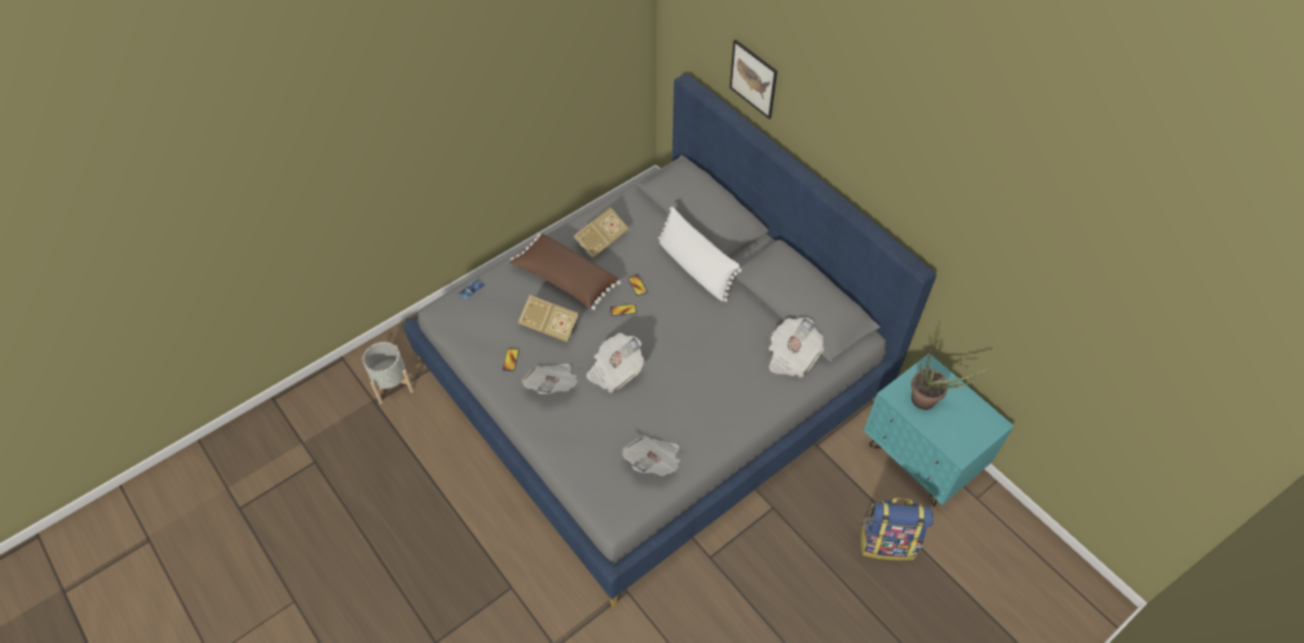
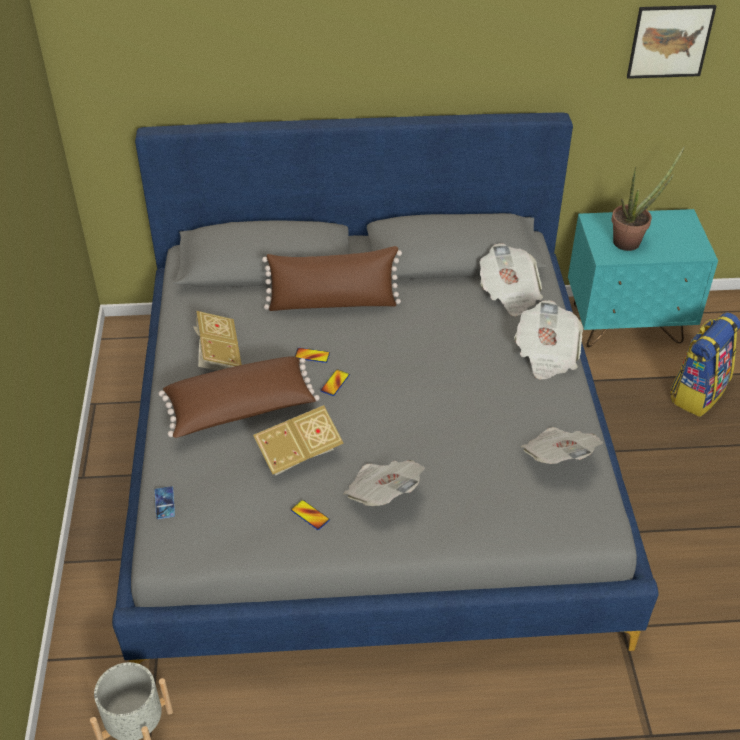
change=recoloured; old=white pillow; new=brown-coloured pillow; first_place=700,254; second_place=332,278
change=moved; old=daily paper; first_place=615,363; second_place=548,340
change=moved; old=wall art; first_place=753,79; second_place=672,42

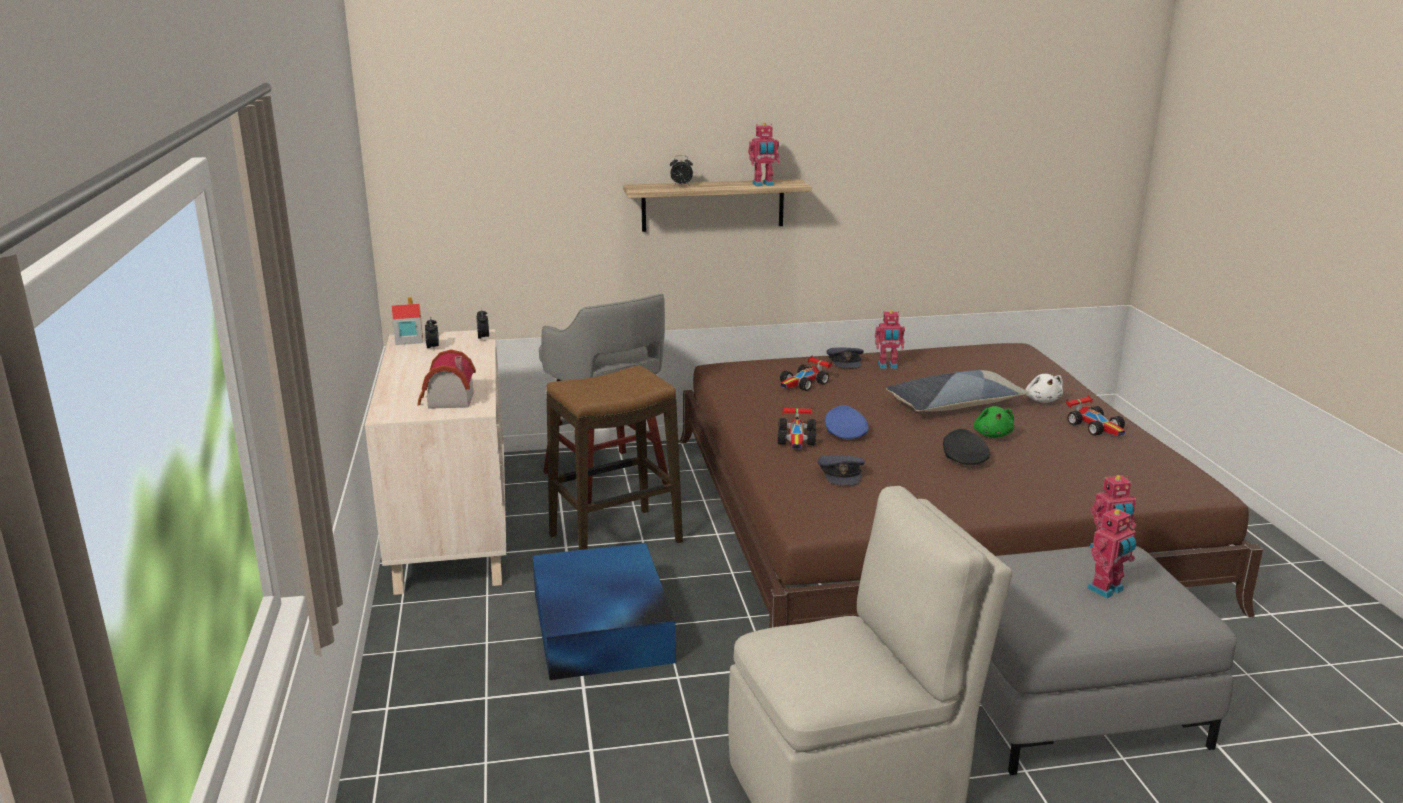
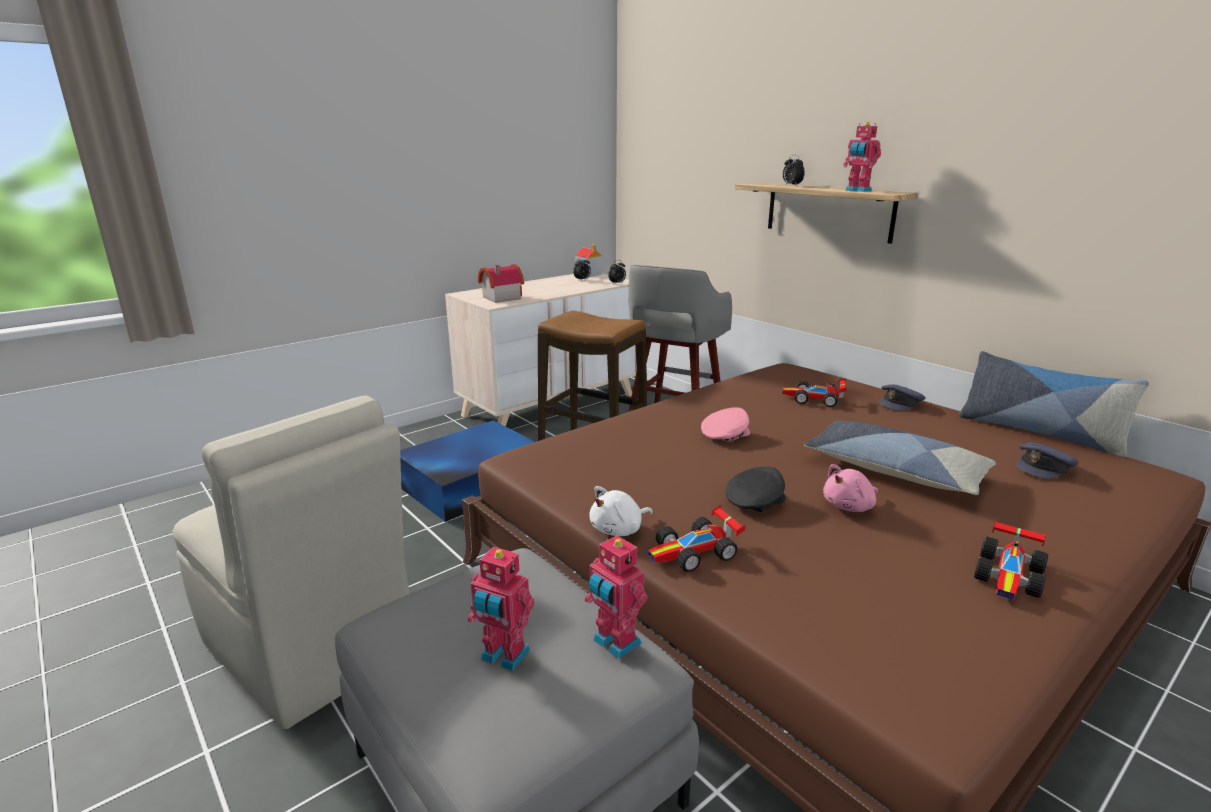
change=moved; old=white cuddly toy; first_place=1044,388; second_place=621,511
change=moved; old=miniature car; first_place=797,427; second_place=696,538
change=recoloured; old=blue cap; new=pink cap; first_place=847,422; second_place=725,424
change=recoloured; old=green-coloured cuddly toy; new=pink cuddly toy; first_place=994,422; second_place=850,488
change=added; new=pillow; second_place=1054,404
change=moved; old=grey cap; first_place=841,470; second_place=1047,460
change=removed; old=toy robot; first_place=890,339

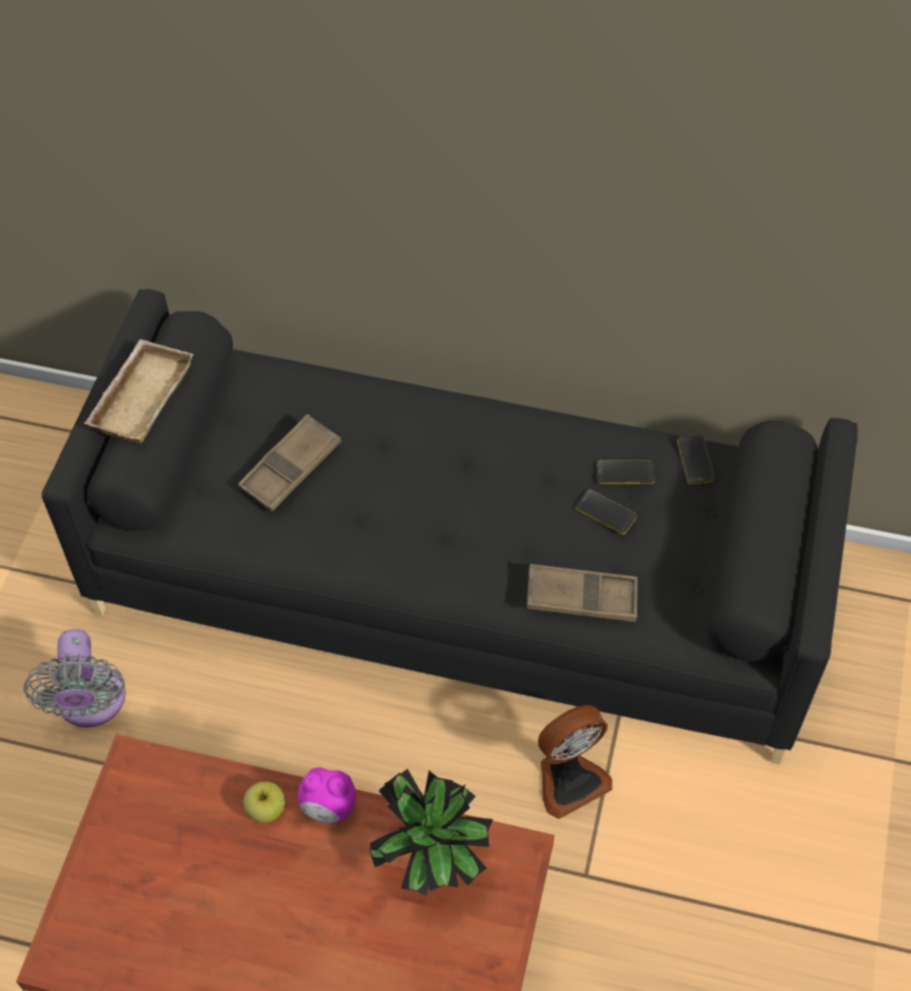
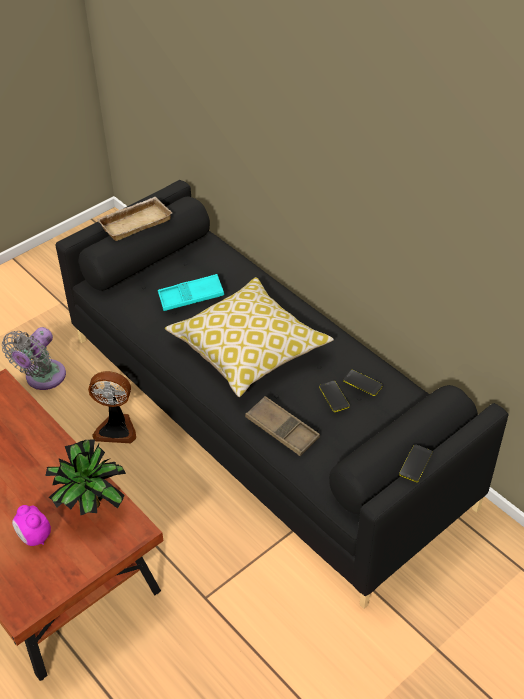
change=moved; old=alarm clock; first_place=327,795; second_place=31,525
change=moved; old=electric fan; first_place=575,762; second_place=112,407
change=recoloured; old=brown-coloured serving tray; new=turquoise-coloured serving tray; first_place=289,463; second_place=191,292
change=added; new=pillow; second_place=249,337
change=moved; old=telephone; first_place=696,460; second_place=416,463
change=removed; old=apple fruit; first_place=264,802

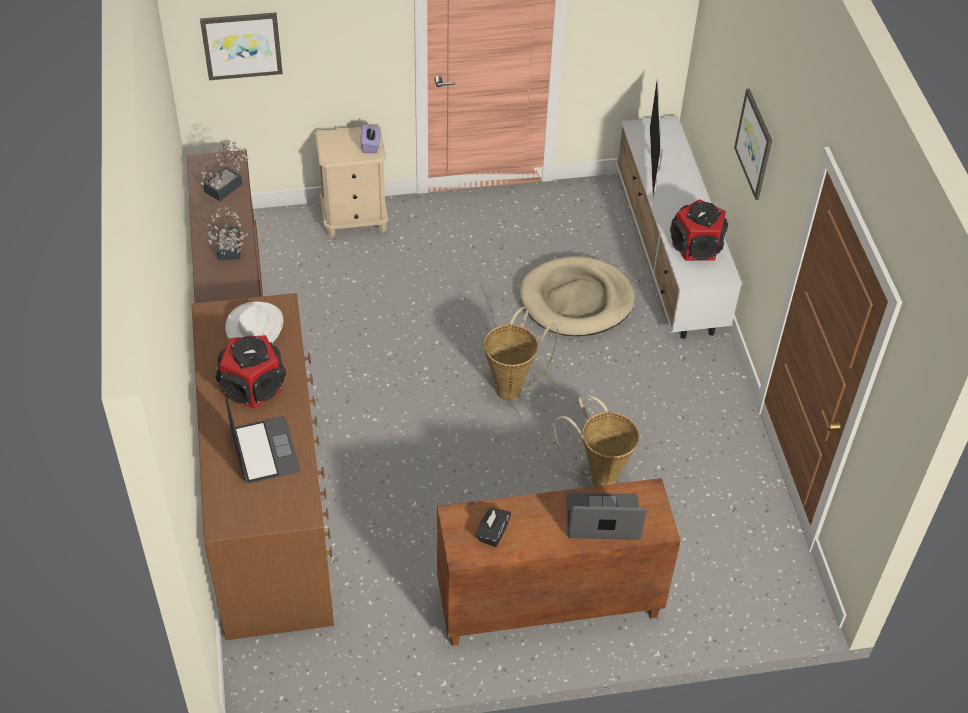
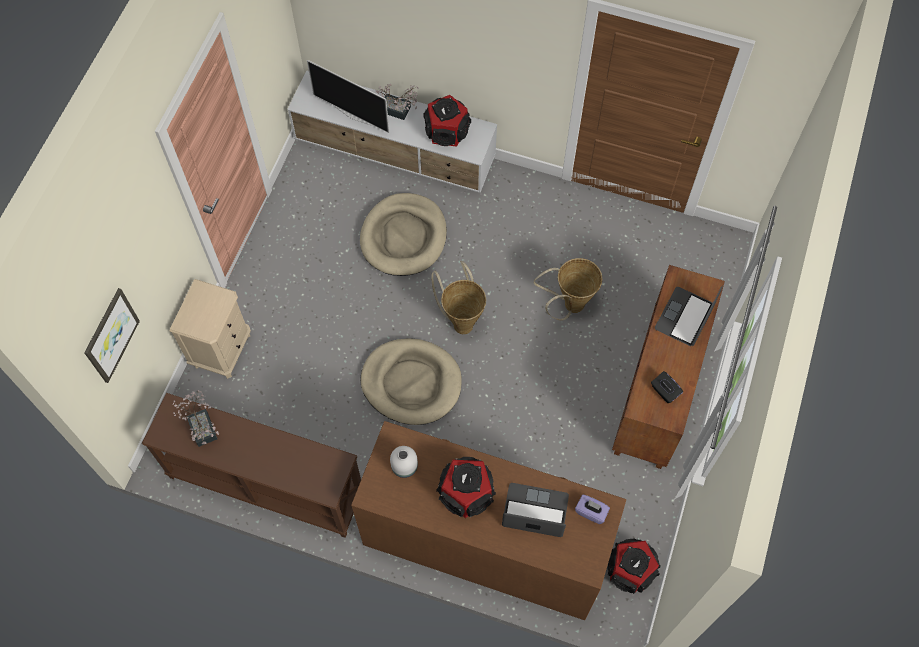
change=added; new=beige dog cushion; second_place=411,381
change=moved; old=houseplant; first_place=227,233; second_place=397,102
change=replaced; old=white clothing hat; new=white decorative vase; first_place=254,322; second_place=404,462
change=moved; old=purple tissue box; first_place=370,138; second_place=592,509
change=added; new=audio speaker; second_place=634,566
change=removed; old=wall art; first_place=753,144

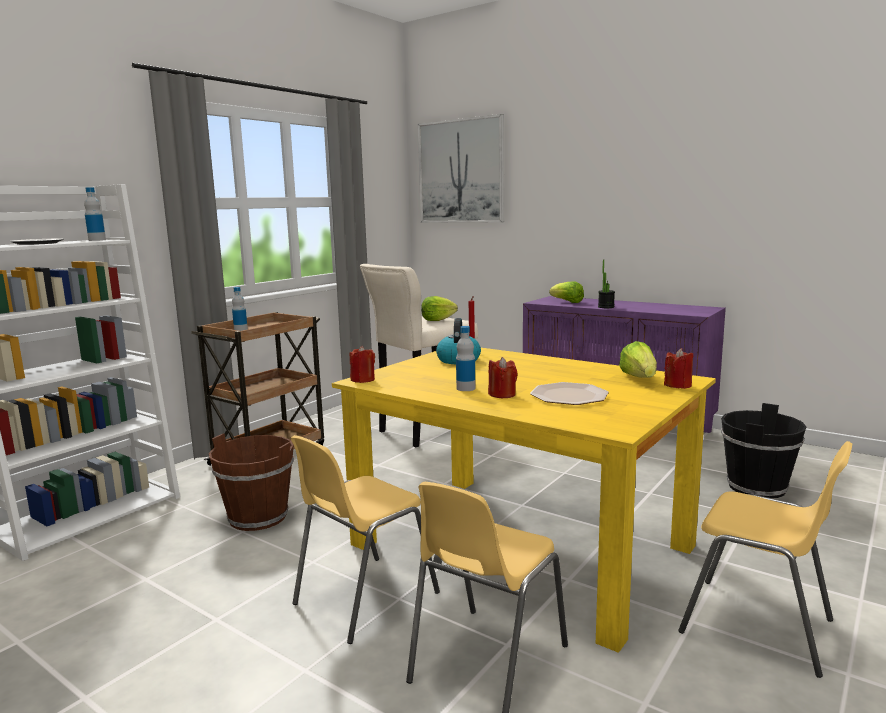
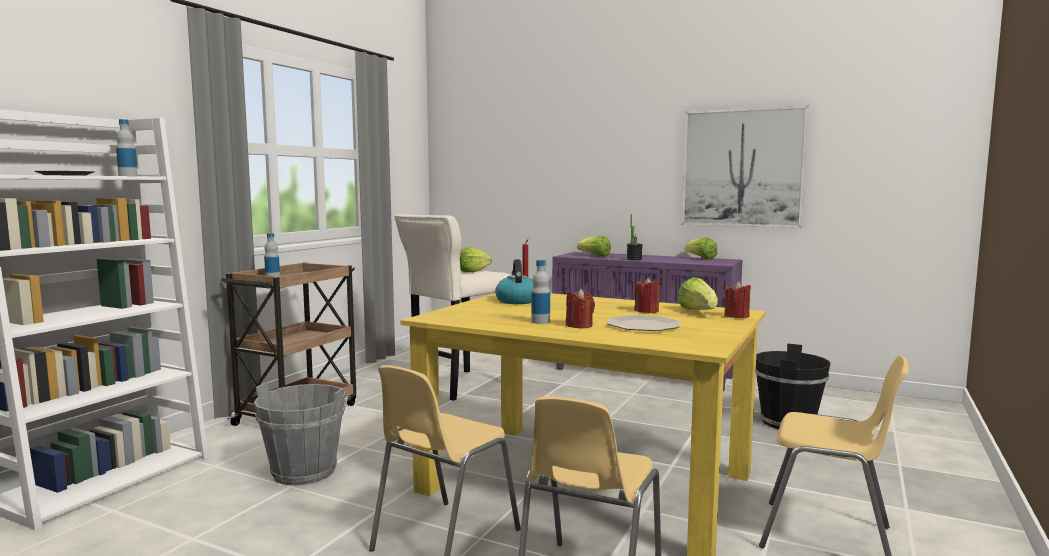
change=recoloured; old=brown-coloured water bucket; new=grey water bucket; first_place=251,482; second_place=300,434
change=moved; old=red wax candle; first_place=362,364; second_place=647,295
change=moved; old=wall art; first_place=461,168; second_place=745,166
change=added; new=lettuce; second_place=701,248

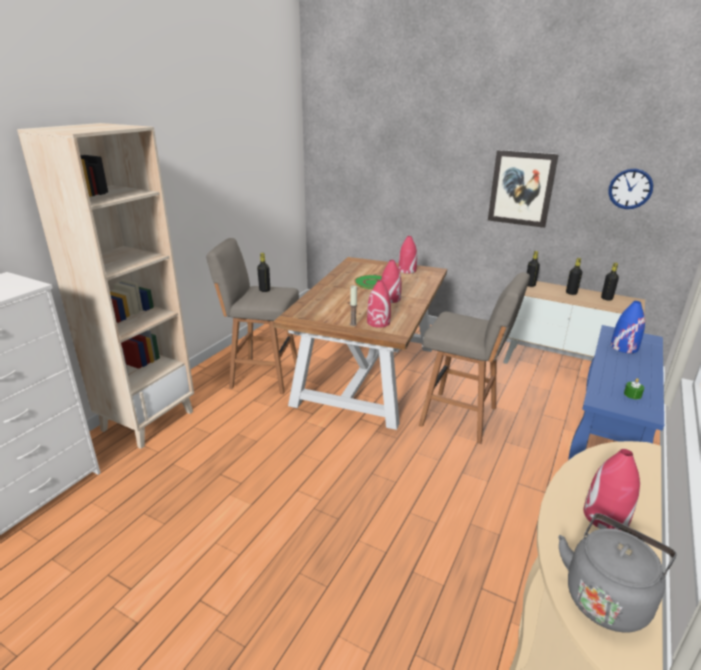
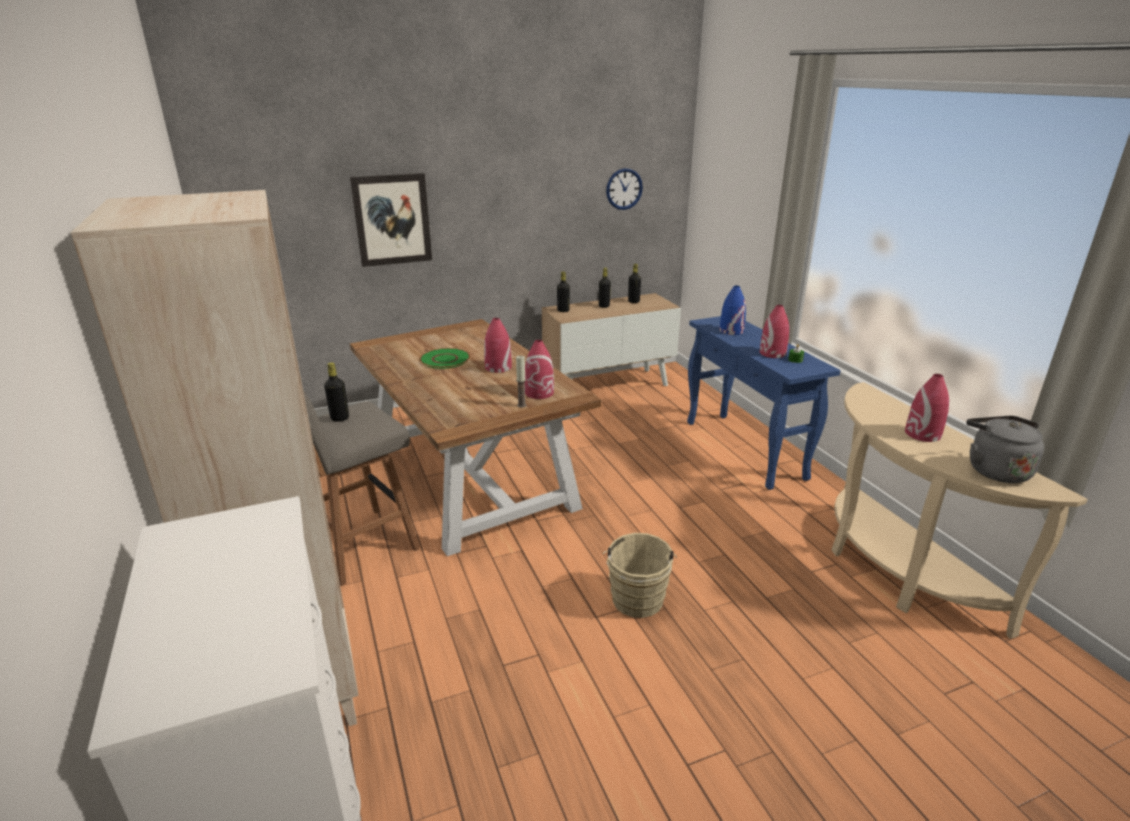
change=moved; old=wall art; first_place=523,189; second_place=391,220
change=added; new=beige water bucket; second_place=640,575
change=moved; old=red decorative vase; first_place=407,255; second_place=774,331
change=removed; old=grey stool seat; first_place=474,358

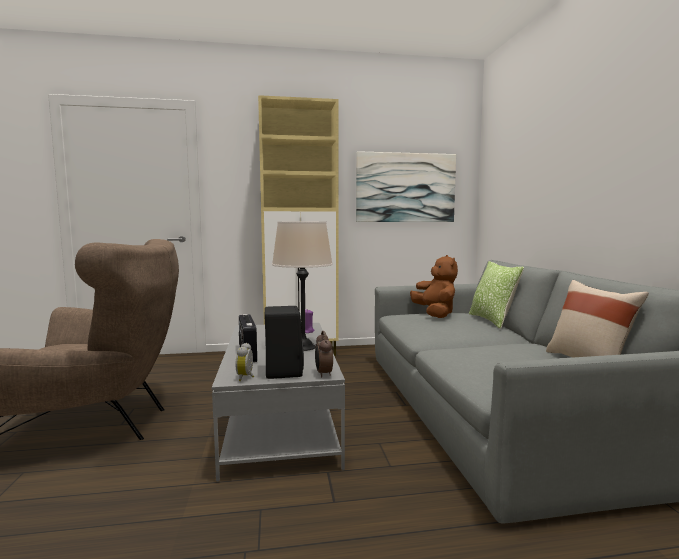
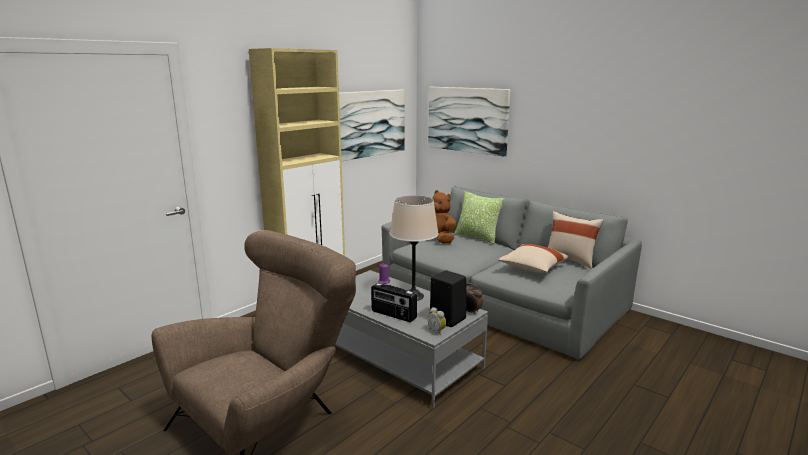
change=added; new=wall art; second_place=469,122
change=added; new=beige pillow; second_place=533,258

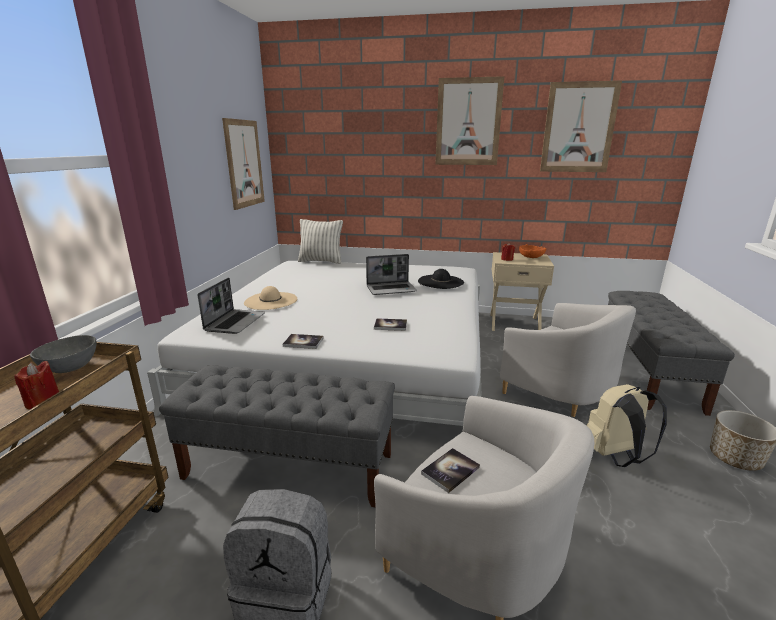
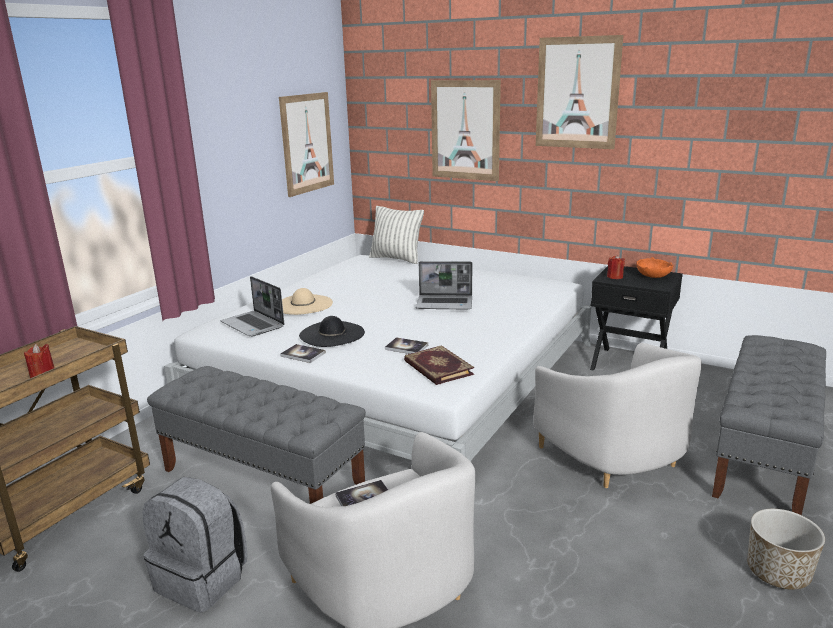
change=turned; old=laptop; first_place=231,306; second_place=253,306; degrees=105
change=moved; old=black clothing hat; first_place=441,279; second_place=332,331
change=added; new=book; second_place=439,365
change=moved; old=wall art; first_place=581,126; second_place=466,130
change=recoloured; old=beige nightstand; new=black nightstand; first_place=522,291; second_place=636,318
change=removed; old=grey serving bowl; first_place=63,354
change=removed; old=beige knapsack; first_place=627,425

